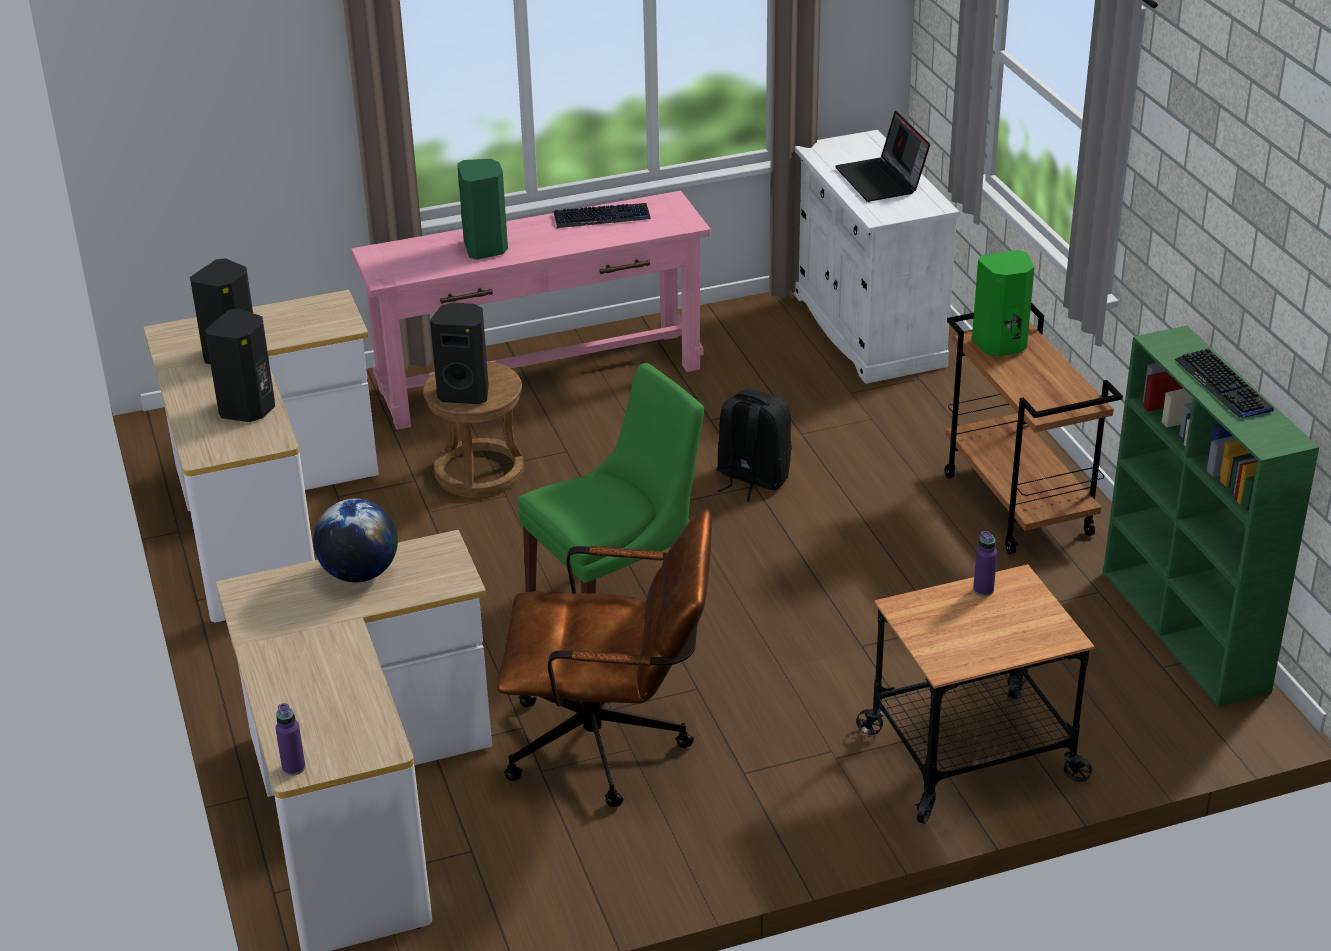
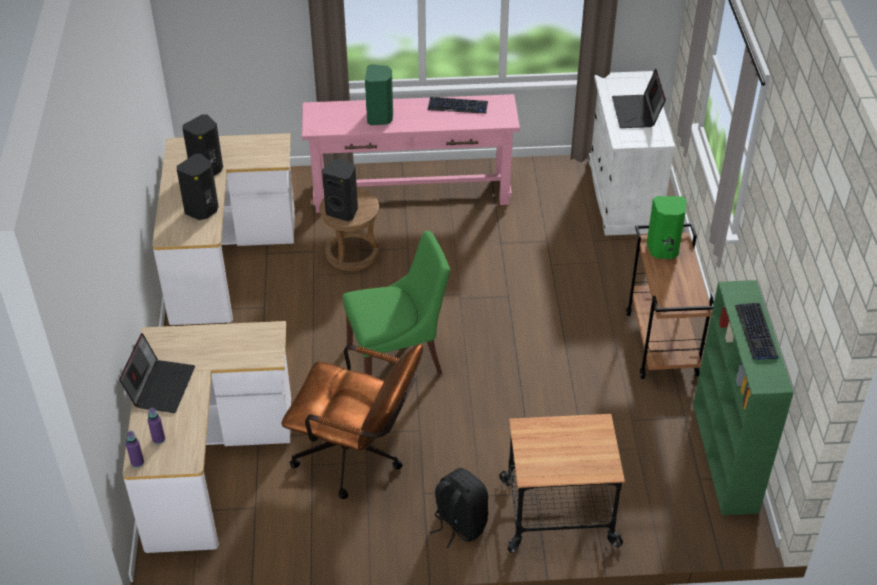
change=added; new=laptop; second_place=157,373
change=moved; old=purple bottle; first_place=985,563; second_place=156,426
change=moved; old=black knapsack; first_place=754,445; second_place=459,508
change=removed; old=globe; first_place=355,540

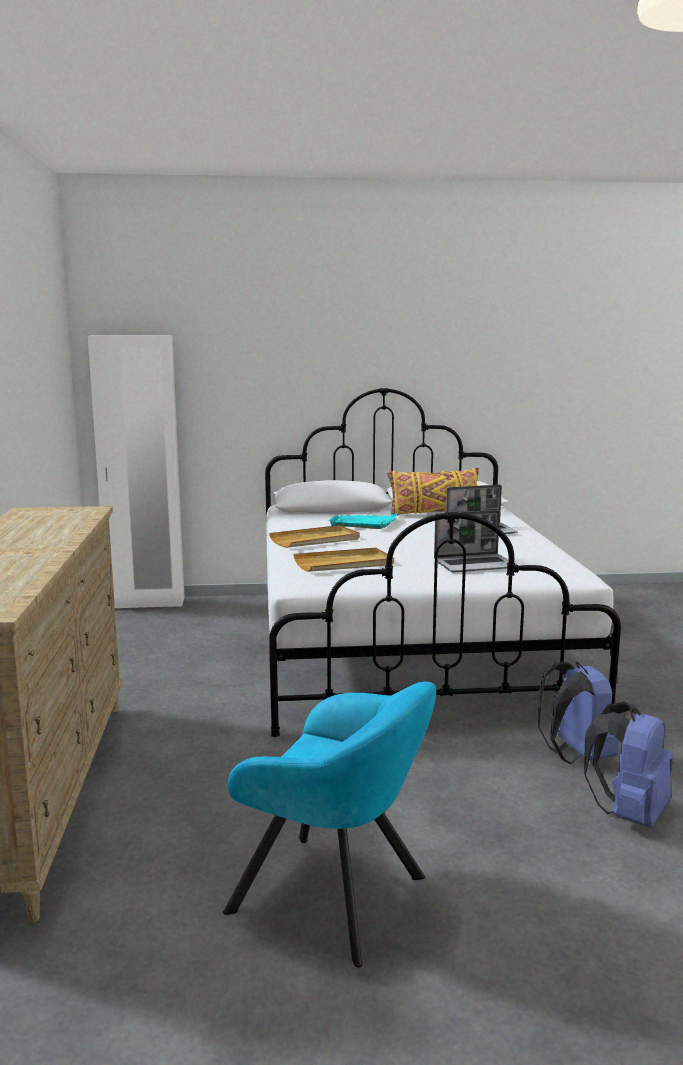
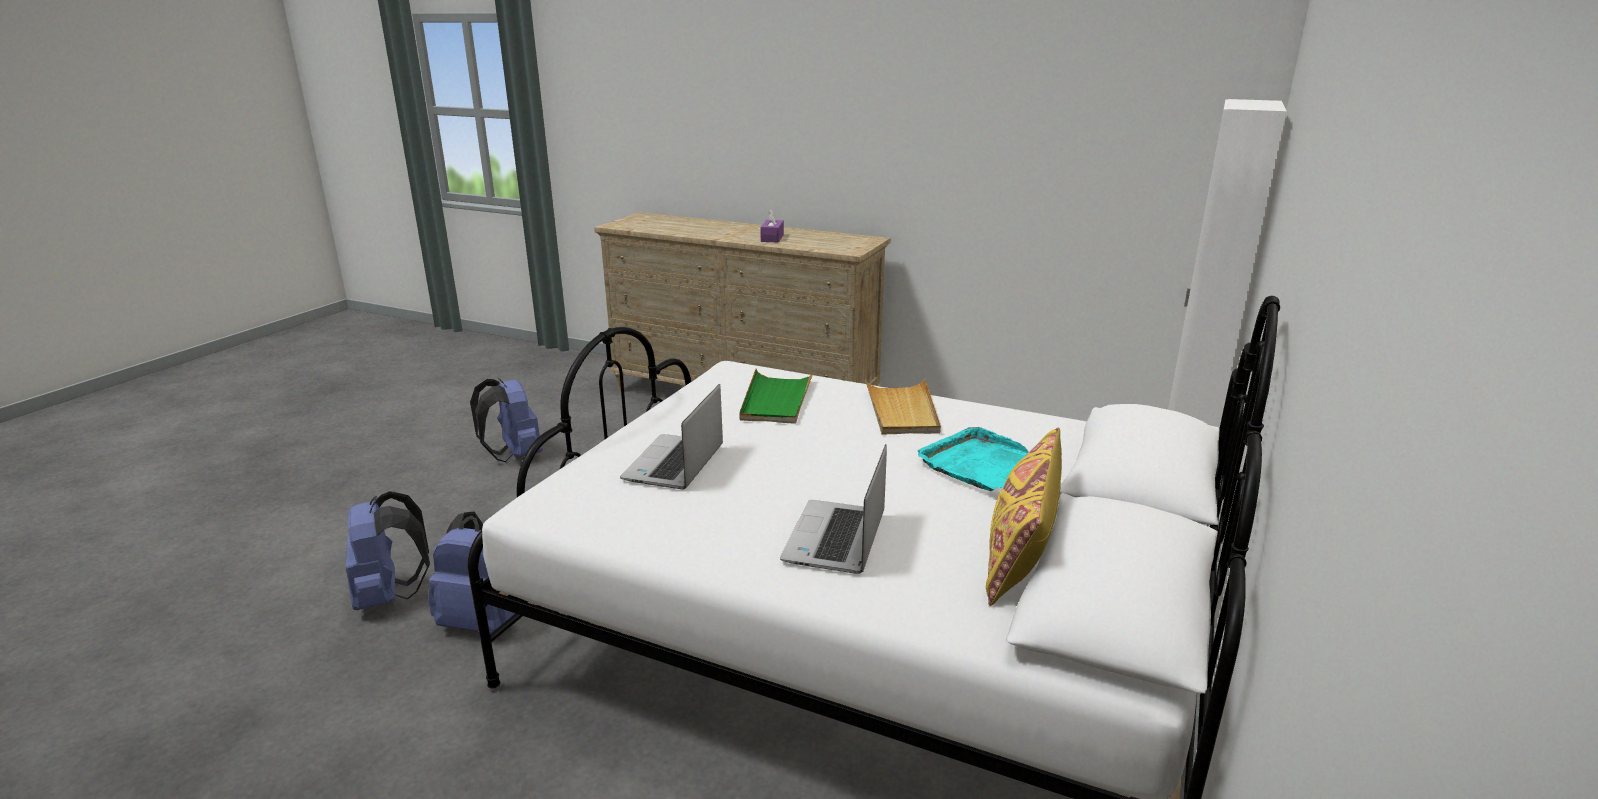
change=replaced; old=turquoise-coloured lounge chair; new=blue knapsack; first_place=329,825; second_place=506,420
change=recoloured; old=beige serving tray; new=green-coloured serving tray; first_place=343,560; second_place=776,396
change=added; new=purple tissue box; second_place=772,225

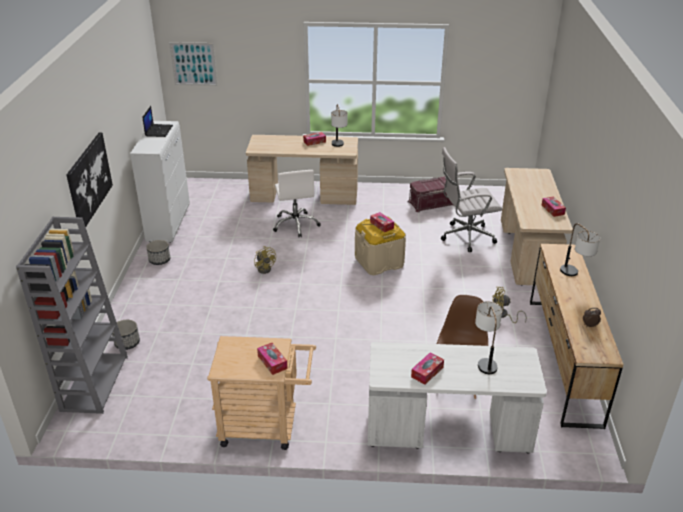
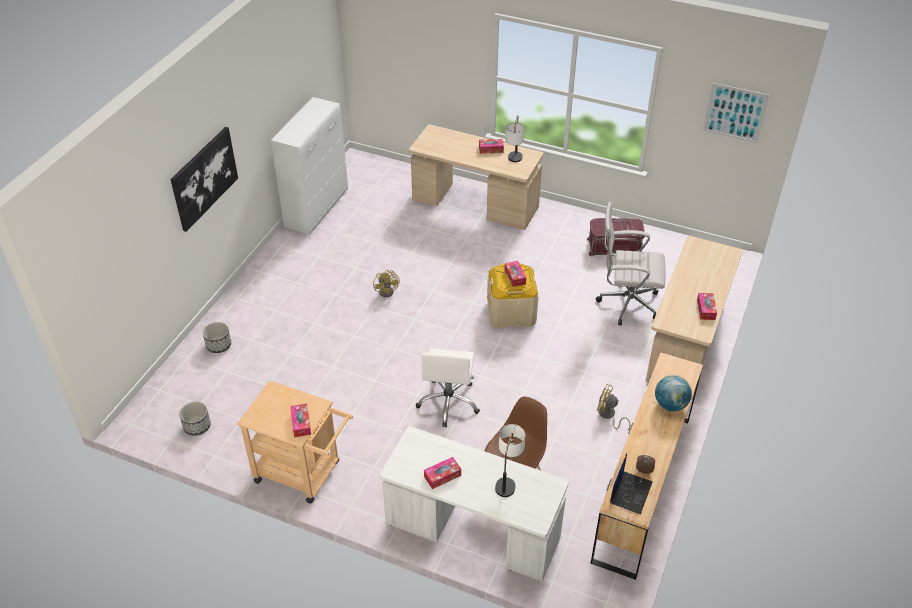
change=moved; old=plant pot; first_place=158,252; second_place=195,419
change=moved; old=white desk chair; first_place=297,203; second_place=448,387
change=moved; old=laptop; first_place=157,121; second_place=631,483
change=replaced; old=lamp for a table; new=globe; first_place=580,249; second_place=673,393
change=moved; old=wall art; first_place=193,64; second_place=736,113
change=removed; old=grey bookcase; first_place=72,315

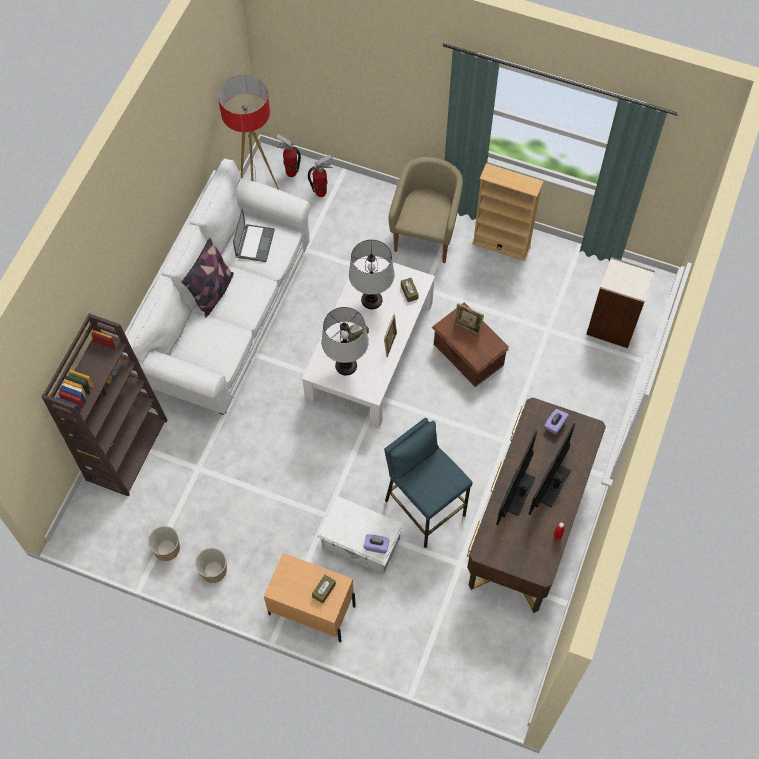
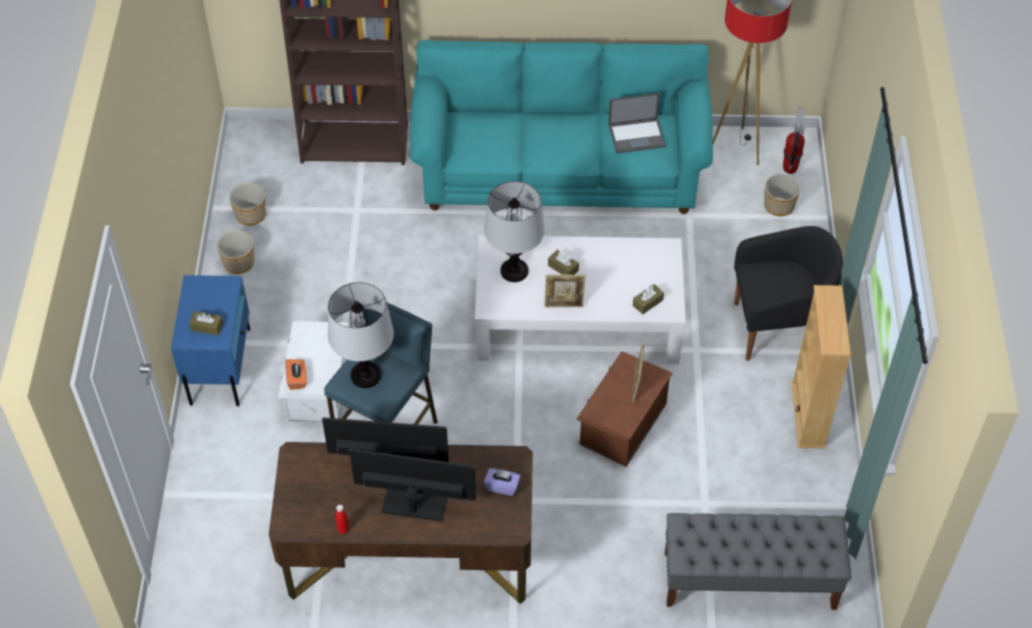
change=recoloured; old=beige nightstand; new=blue nightstand; first_place=310,597; second_place=210,340
change=recoloured; old=purple tissue box; new=orange-coloured tissue box; first_place=376,544; second_place=296,374
change=moved; old=lamp for a table; first_place=372,274; second_place=361,335
change=recoloured; old=white settee; new=turquoise-coloured settee; first_place=216,286; second_place=561,127
change=replaced; old=bookcase; new=grey indoor bench; first_place=620,302; second_place=758,561
change=recoloured; old=beige lounge chair; new=black lounge chair; first_place=426,210; second_place=788,293
change=replaced; old=extinguisher; new=plant pot; first_place=320,175; second_place=782,195
change=removed; old=pillow; first_place=207,278

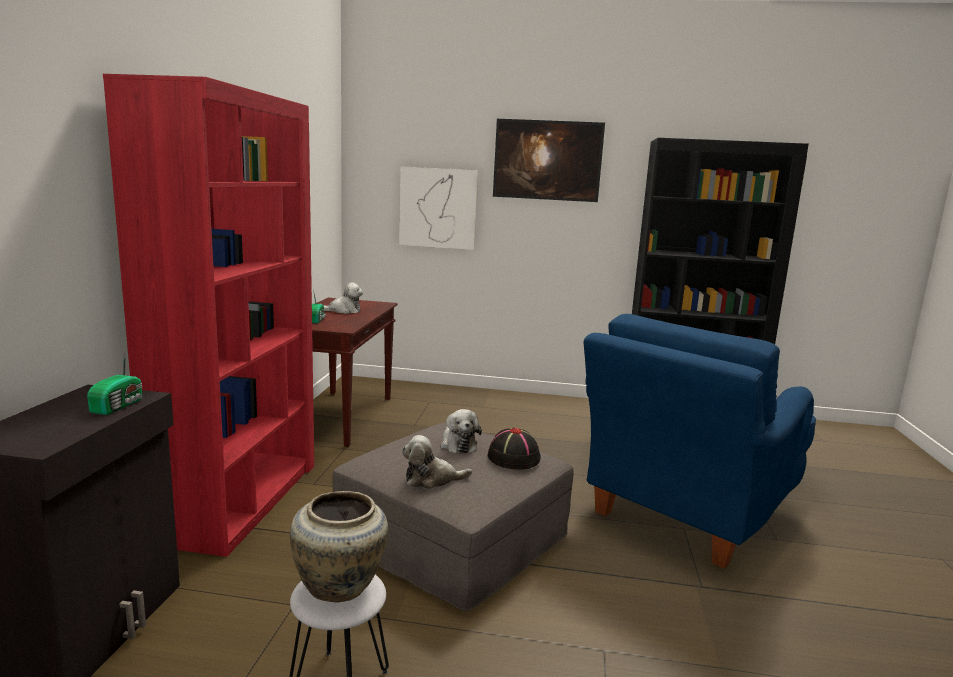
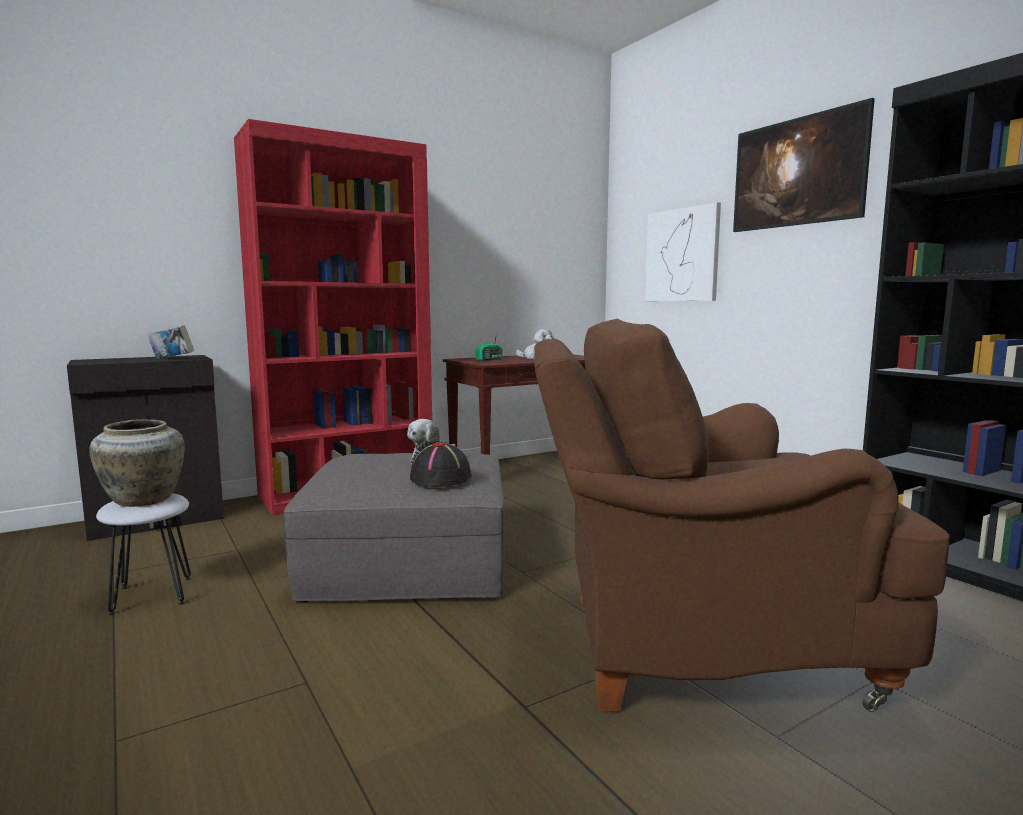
change=replaced; old=radio; new=book; first_place=114,381; second_place=170,342
change=recoloured; old=blue lounge chair; new=brown-coloured lounge chair; first_place=699,441; second_place=741,515
change=removed; old=cuddly toy; first_place=437,462

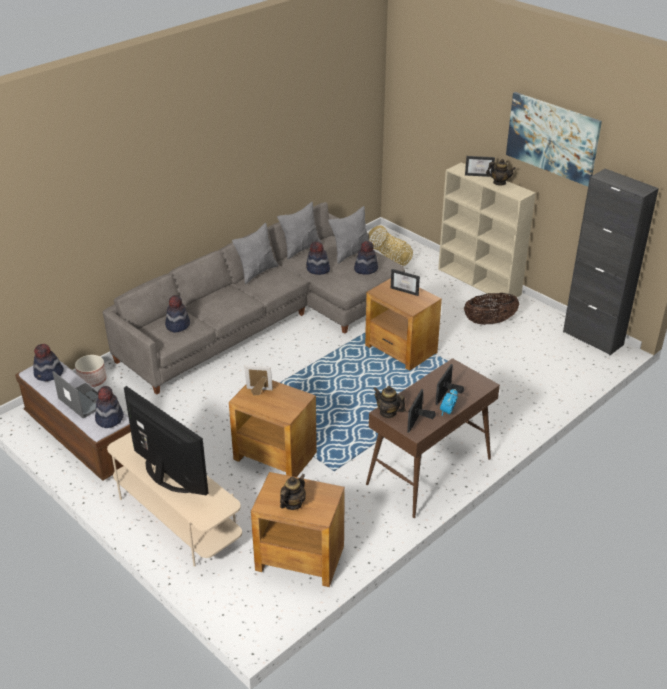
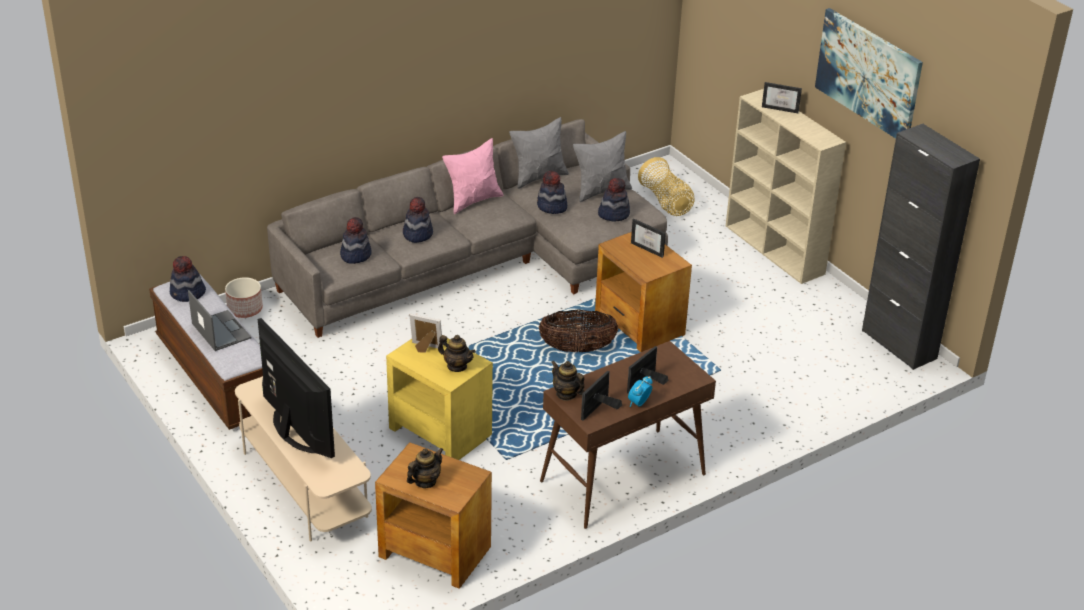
change=recoloured; old=brown-coloured side table; new=yellowish side table; first_place=273,428; second_place=439,399
change=moved; old=clothing hat; first_place=109,407; second_place=418,220
change=moved; old=tea pot; first_place=501,172; second_place=457,353
change=recoloured; old=grey pillow; new=pink pillow; first_place=255,253; second_place=472,176
change=moved; old=storage basket; first_place=491,309; second_place=578,331

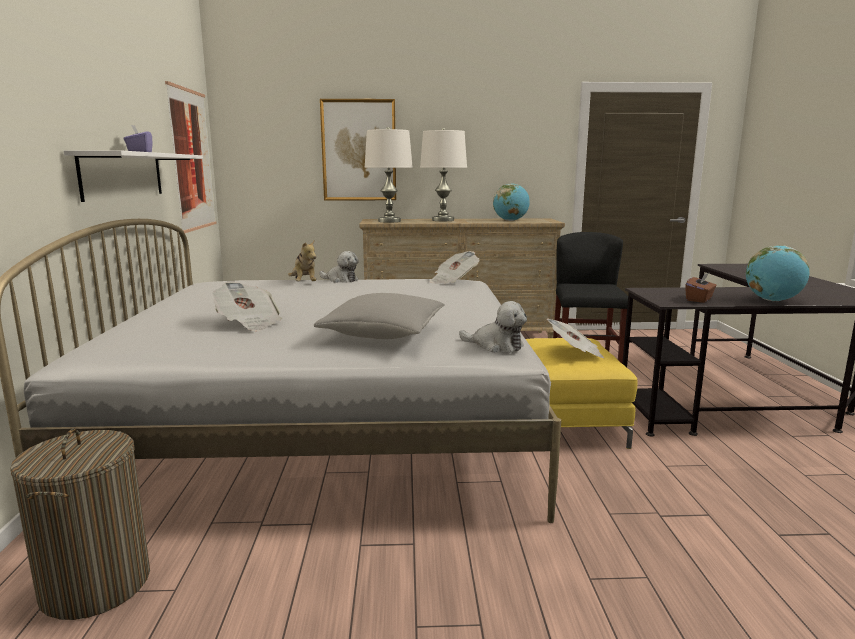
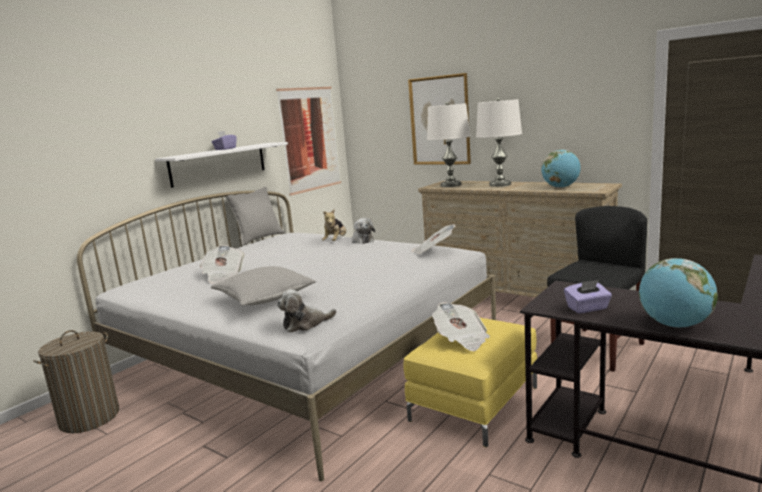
change=added; new=grey pillow; second_place=255,216
change=turned; old=cuddly toy; first_place=493,327; second_place=307,311; degrees=90
change=recoloured; old=brown-coloured tissue box; new=purple tissue box; first_place=701,288; second_place=588,297

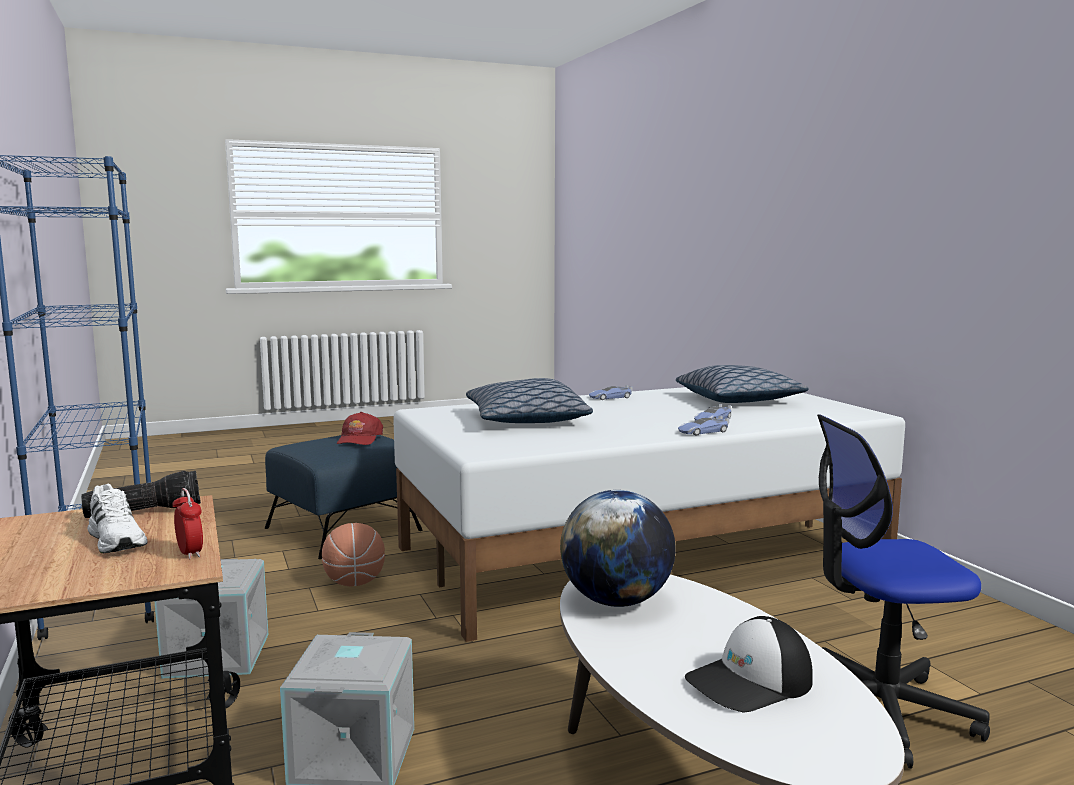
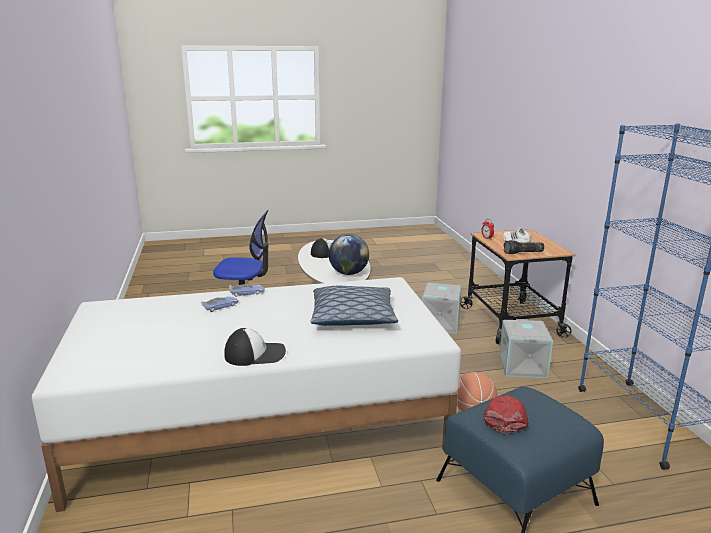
change=replaced; old=miniature car; new=cap; first_place=611,392; second_place=255,347
change=removed; old=pillow; first_place=742,384

